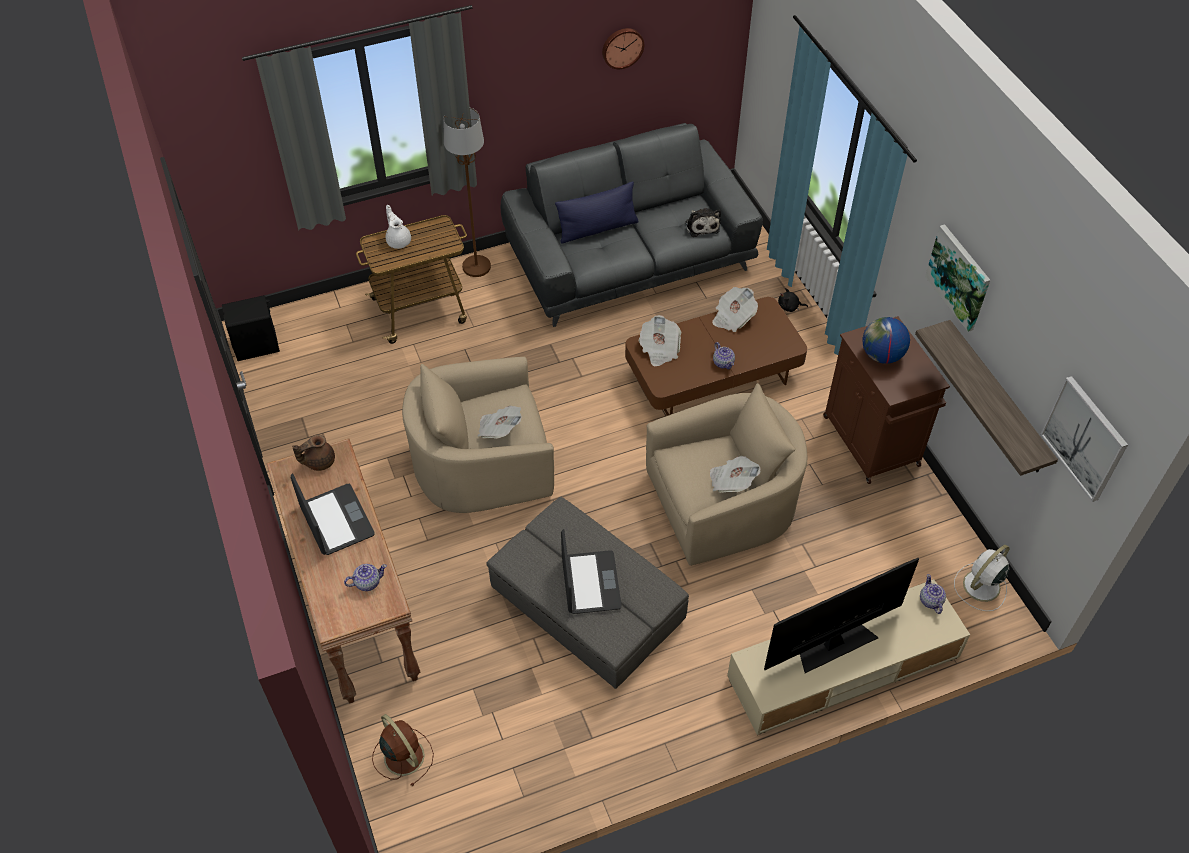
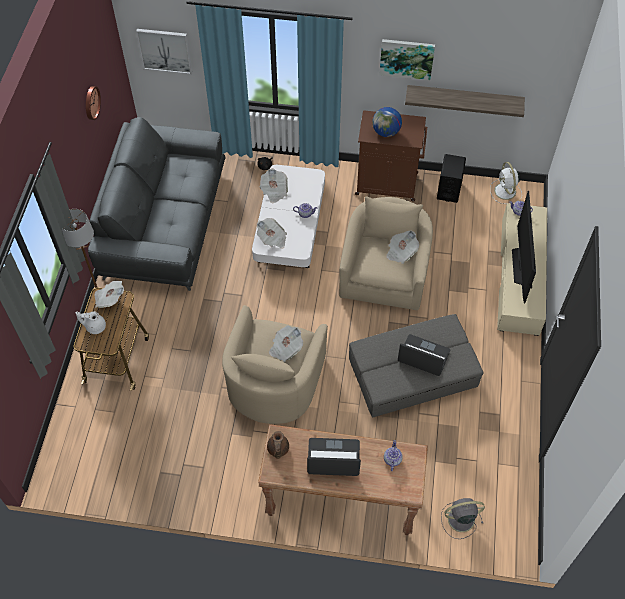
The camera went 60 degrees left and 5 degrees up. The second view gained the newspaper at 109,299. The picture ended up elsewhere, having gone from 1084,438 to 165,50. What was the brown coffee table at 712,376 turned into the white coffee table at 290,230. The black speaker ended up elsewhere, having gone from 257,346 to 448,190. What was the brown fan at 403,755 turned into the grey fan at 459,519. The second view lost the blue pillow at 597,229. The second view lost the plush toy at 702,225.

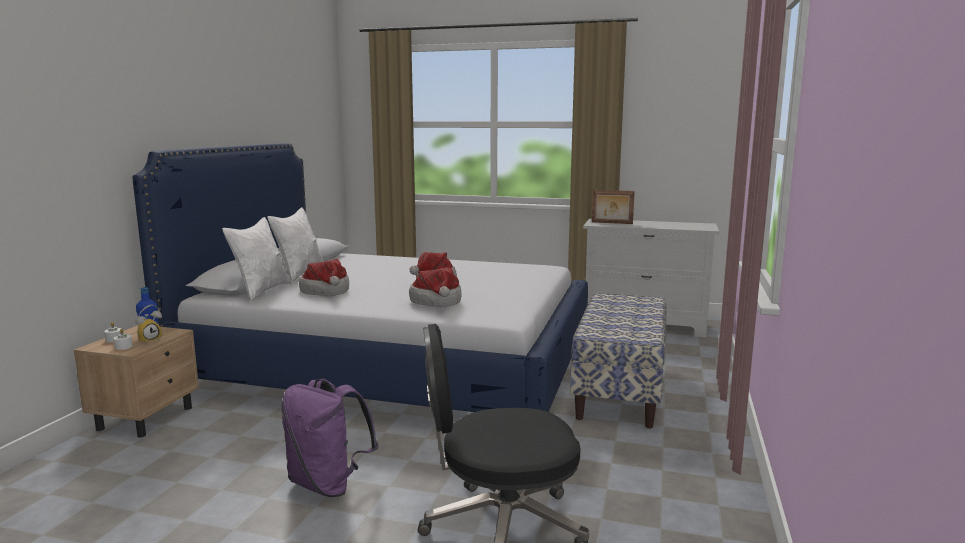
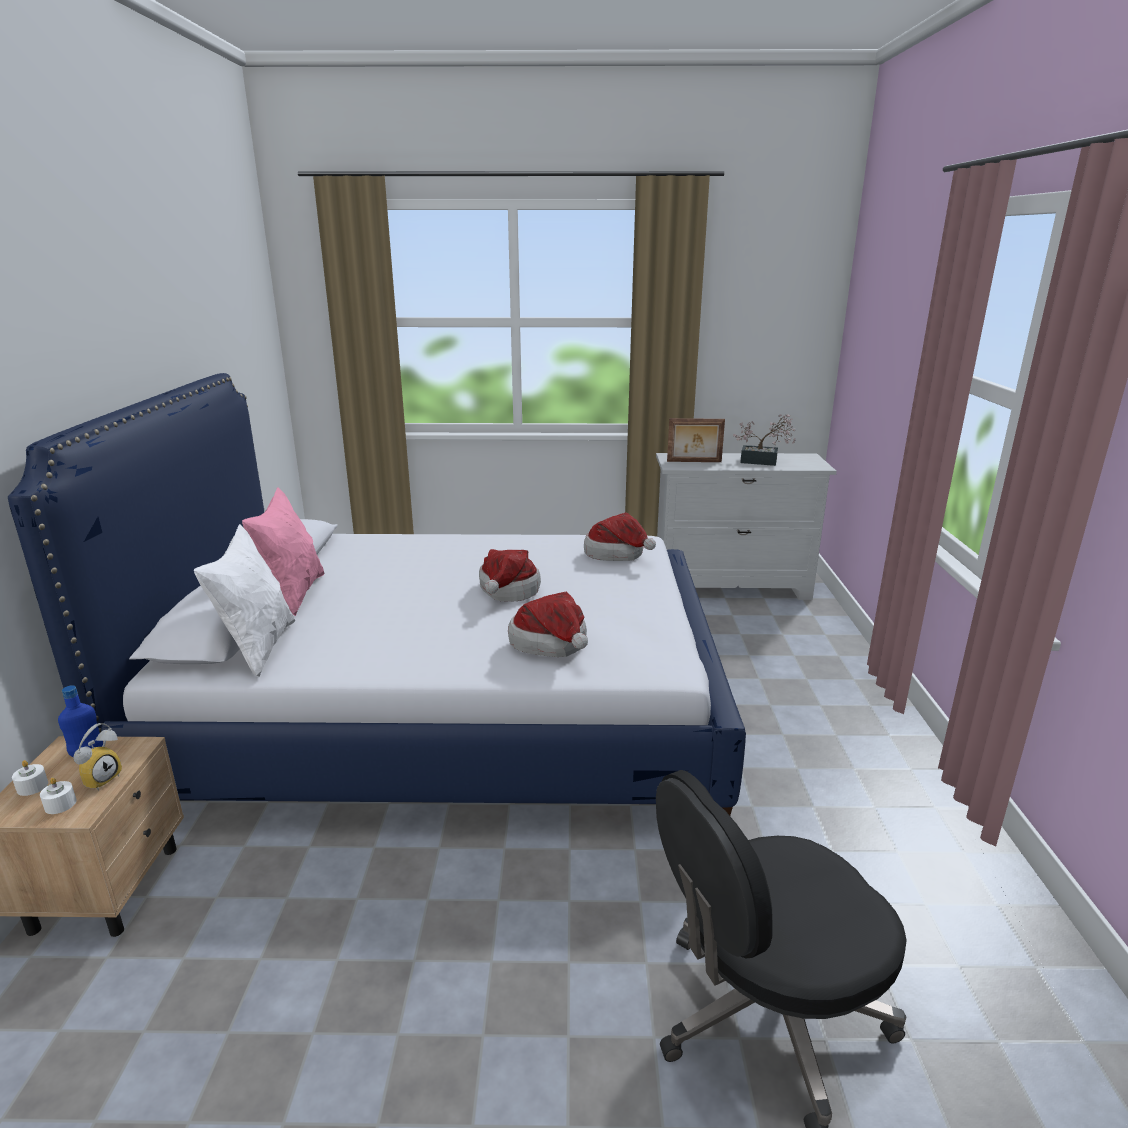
The camera went 15 degrees left and 10 degrees up. What was the white pillow at 299,274 turned into the pink pillow at 293,594. The hat ended up elsewhere, having gone from 326,292 to 618,554. The second view gained the potted plant at 763,462. The second view lost the purple backpack at 328,484. The second view lost the bench at 619,390.

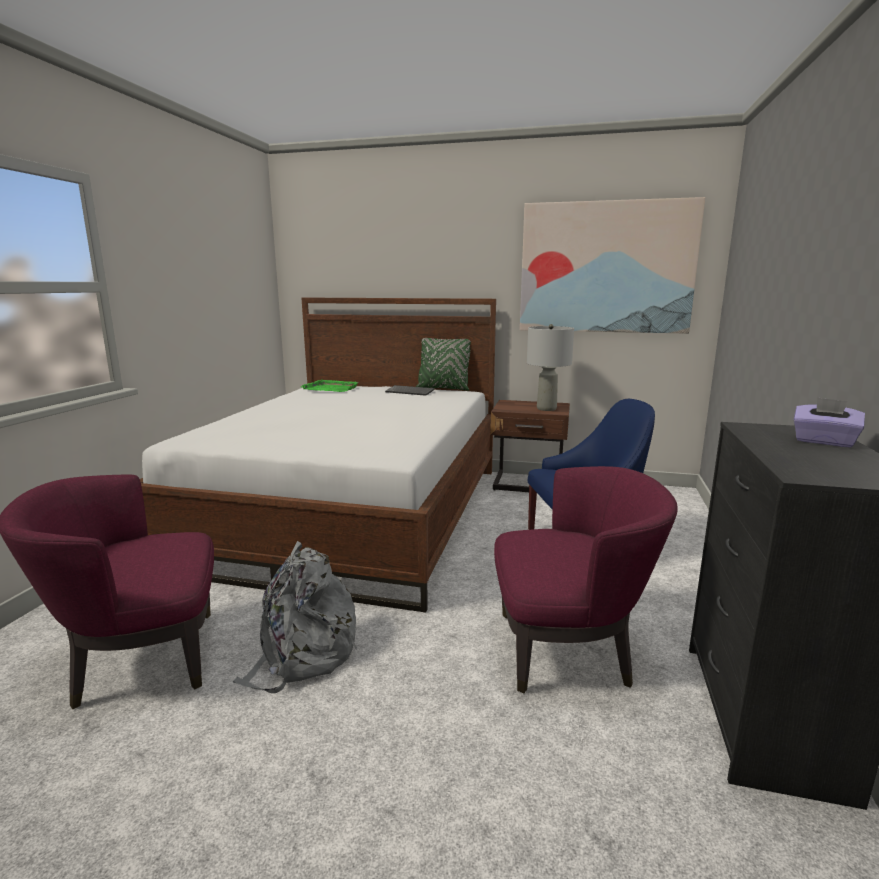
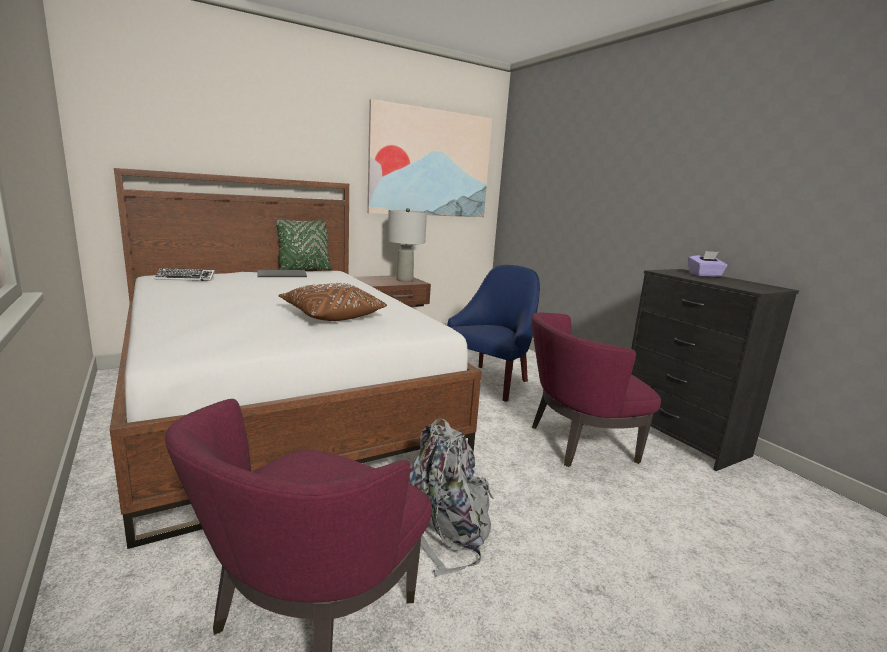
The camera went 45 degrees left and 0 degrees up. Where the green tray stood at 330,388, the keyboard came to stand at 185,278. The second view gained the brown pillow at 331,315. The purple armchair at 568,650 ended up facing another way, 150 degrees counterclockwise from before.

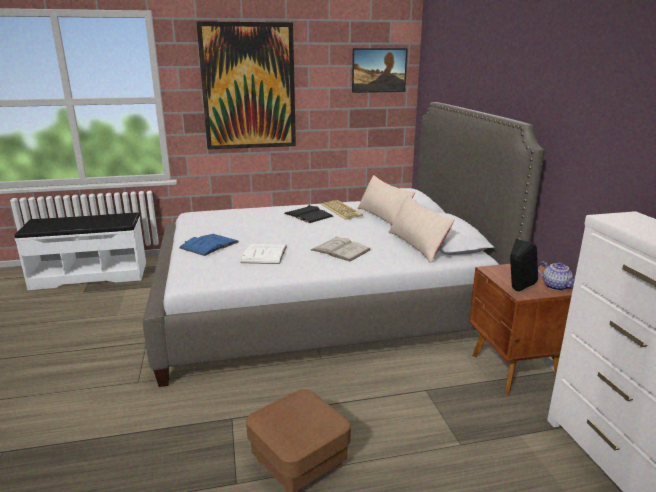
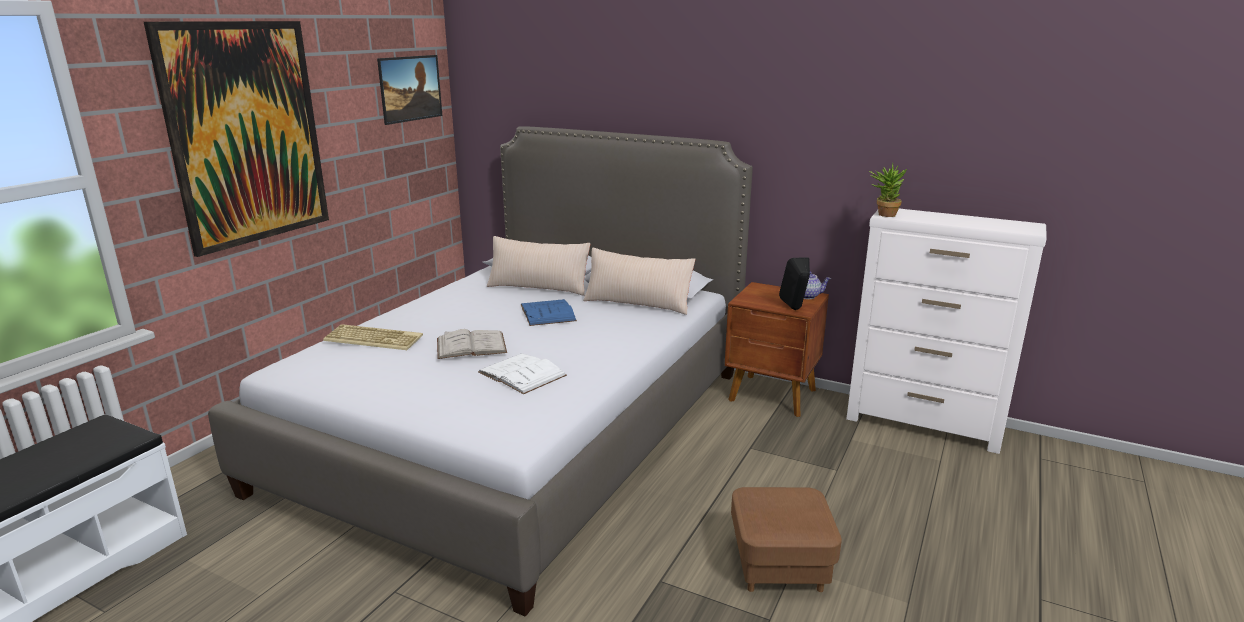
The camera went 50 degrees left and 0 degrees up. The keyboard ended up elsewhere, having gone from 342,210 to 375,338. The white book ended up elsewhere, having gone from 340,250 to 471,345. The blue book ended up elsewhere, having gone from 209,245 to 547,313. The second view gained the potted plant at 883,214. The second view lost the black book at 308,215.

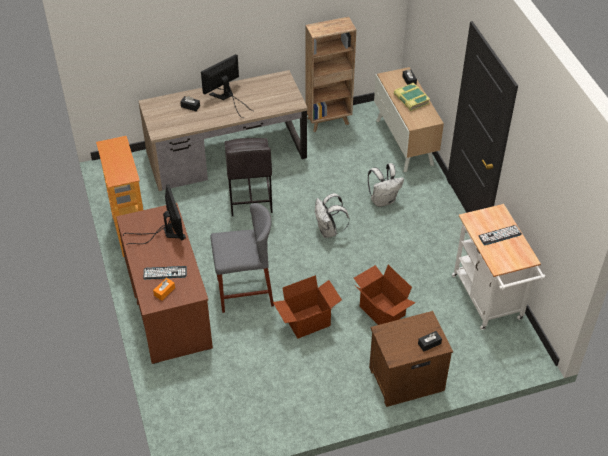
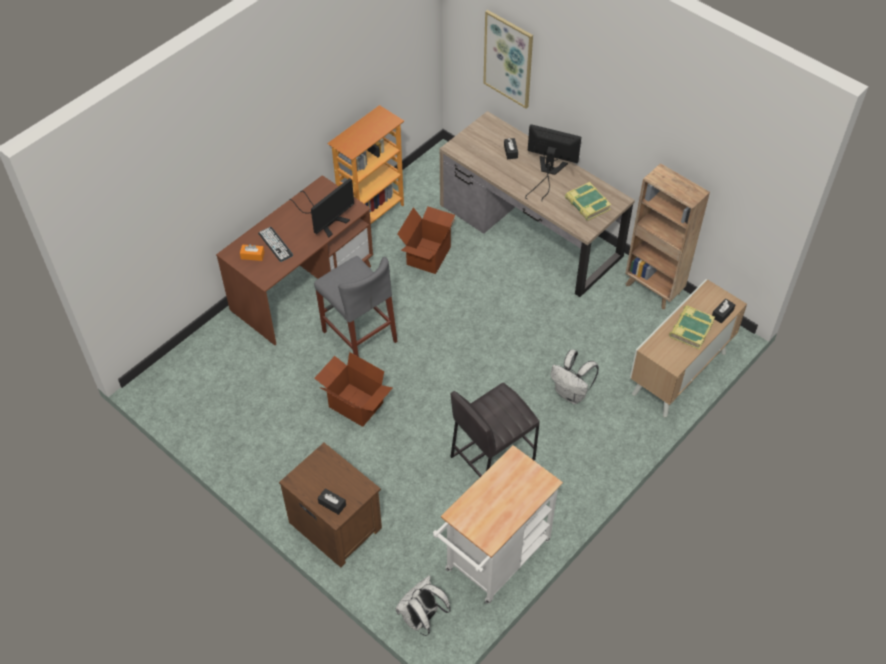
The camera went 60 degrees right and 5 degrees up. The white backpack ended up elsewhere, having gone from 328,231 to 422,618. The cardboard box ended up elsewhere, having gone from 381,311 to 427,255. The grey stool ended up elsewhere, having gone from 249,197 to 491,458. The second view gained the picture at 508,59. The second view gained the book at 587,204. The second view lost the keyboard at 500,235.

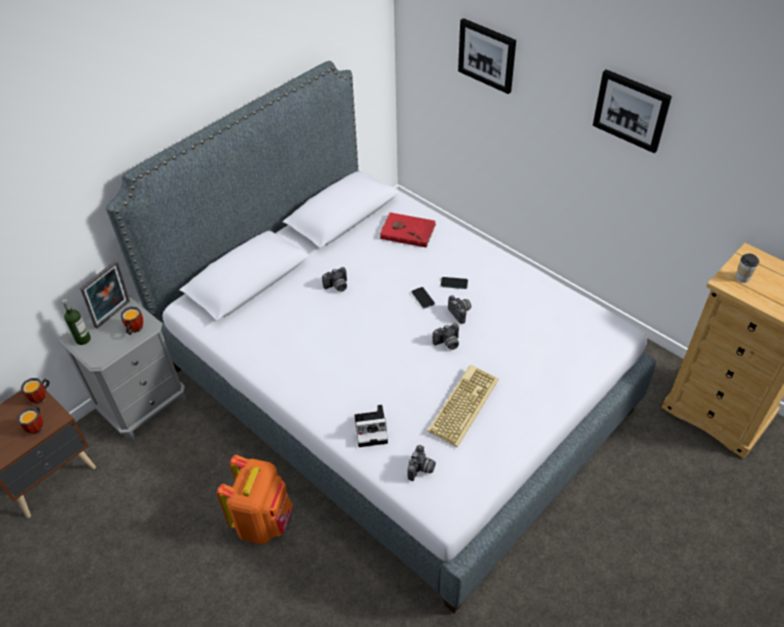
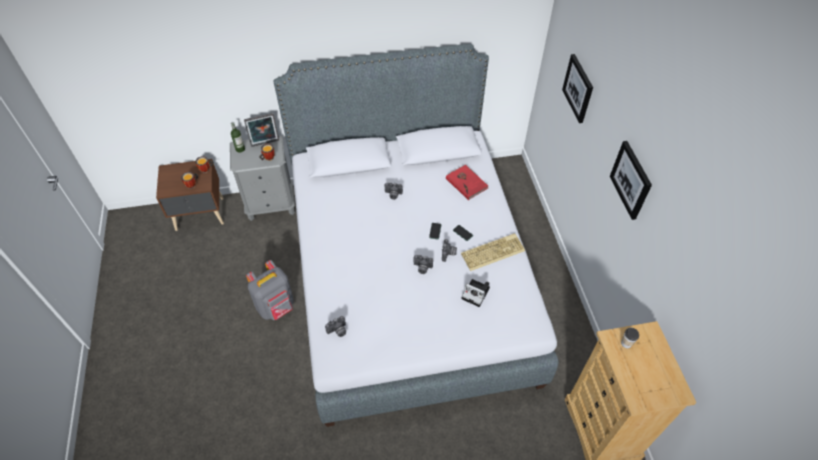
The camera went 35 degrees right and 5 degrees up. What was the orange backpack at 263,521 turned into the grey backpack at 276,307. The keyboard ended up elsewhere, having gone from 462,404 to 492,251. The photo camera ended up elsewhere, having gone from 372,429 to 476,293.

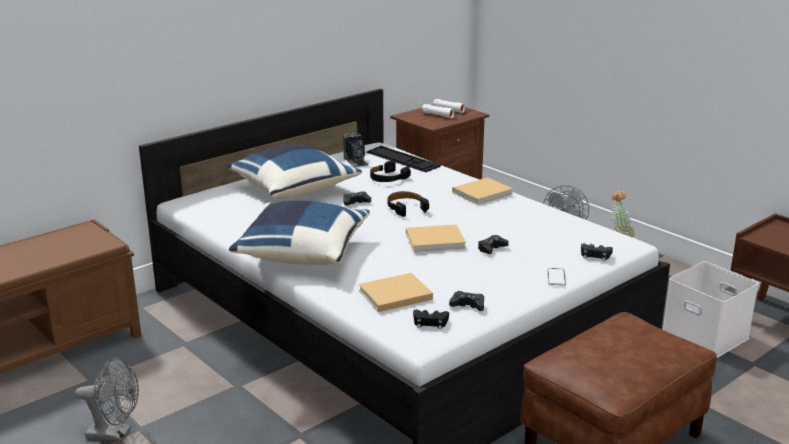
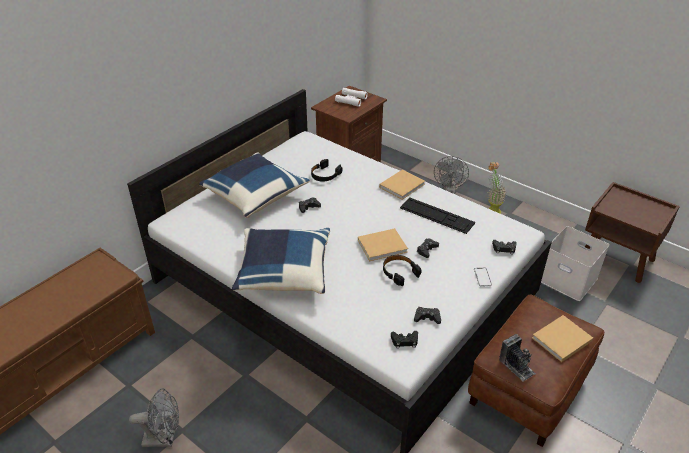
The camera went 10 degrees left and 15 degrees up. The black headphones ended up elsewhere, having gone from 406,208 to 399,272. The keyboard ended up elsewhere, having gone from 402,159 to 436,215. The photo camera ended up elsewhere, having gone from 356,161 to 516,366. The beige book ended up elsewhere, having gone from 393,295 to 560,340.

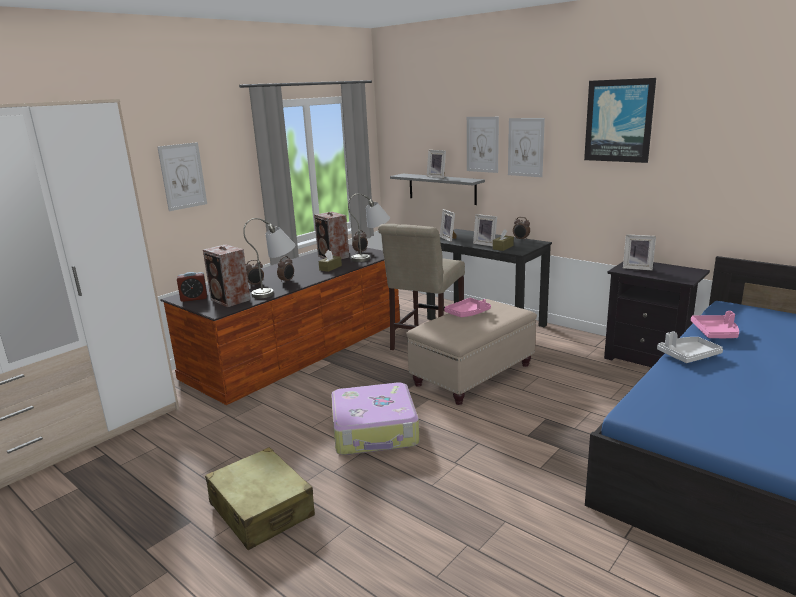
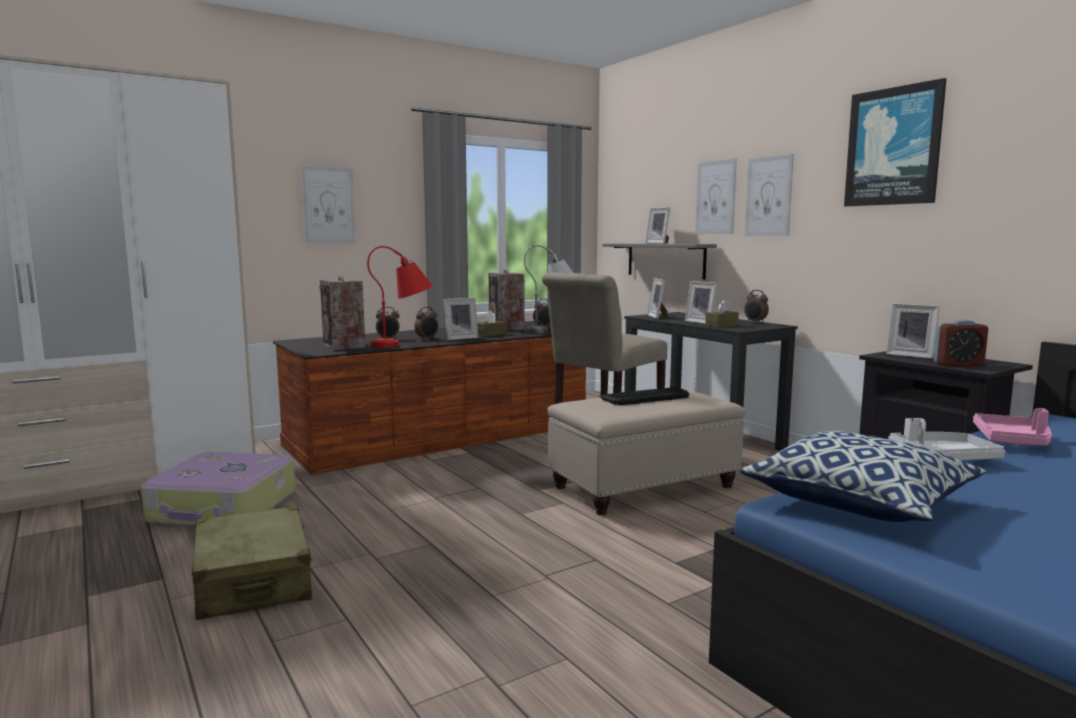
The camera went 15 degrees right and 10 degrees down. The suitcase ended up elsewhere, having gone from 375,431 to 224,508. What was the grey table lamp at 277,291 turned into the red table lamp at 404,345. The second view gained the picture frame at 460,338. Where the pink tray stood at 467,313, the keyboard came to stand at 643,397. The second view gained the pillow at 859,502. The alarm clock ended up elsewhere, having gone from 194,298 to 958,364.

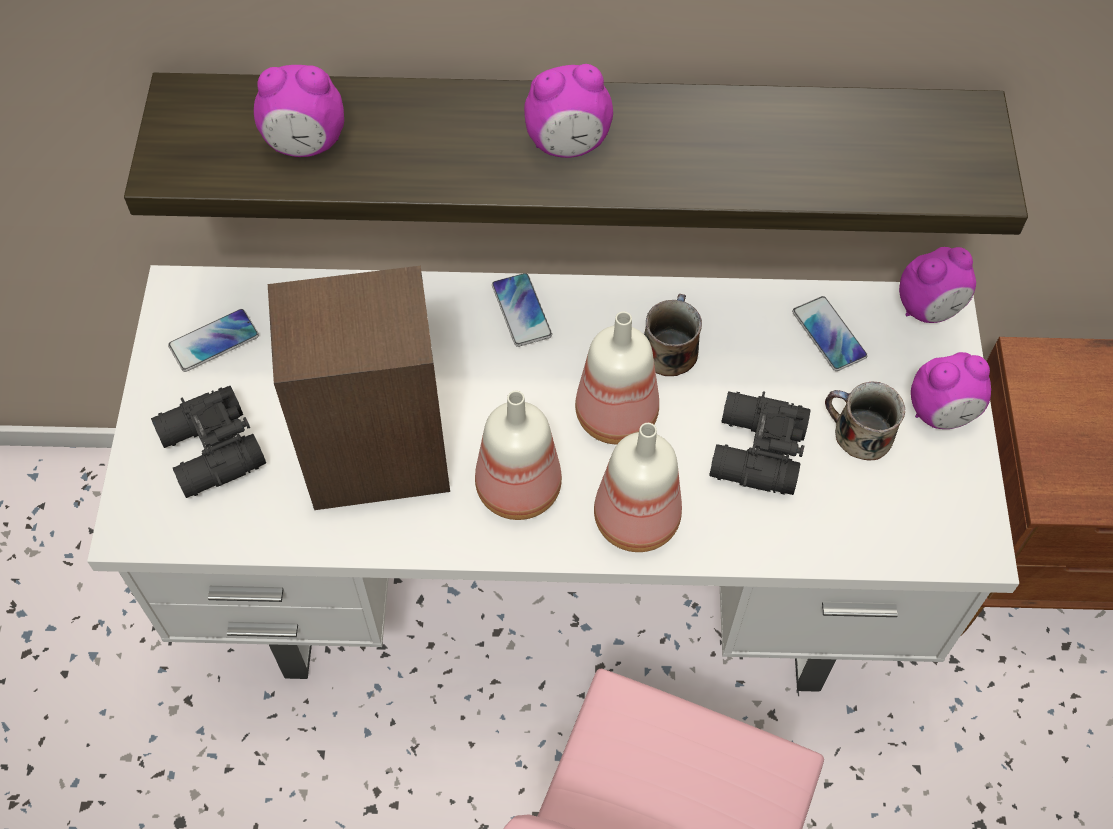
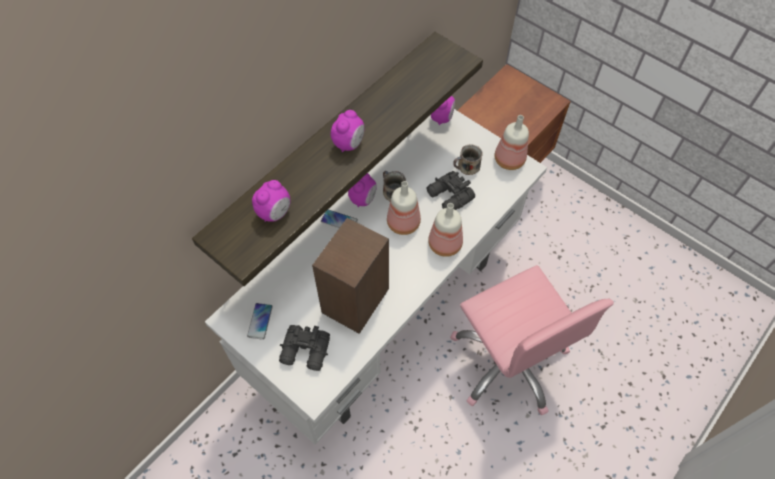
The camera went 50 degrees left and 0 degrees up. The alarm clock ended up elsewhere, having gone from 941,413 to 363,199. The bottle ended up elsewhere, having gone from 515,487 to 508,160. The second view lost the phone at 828,334.

